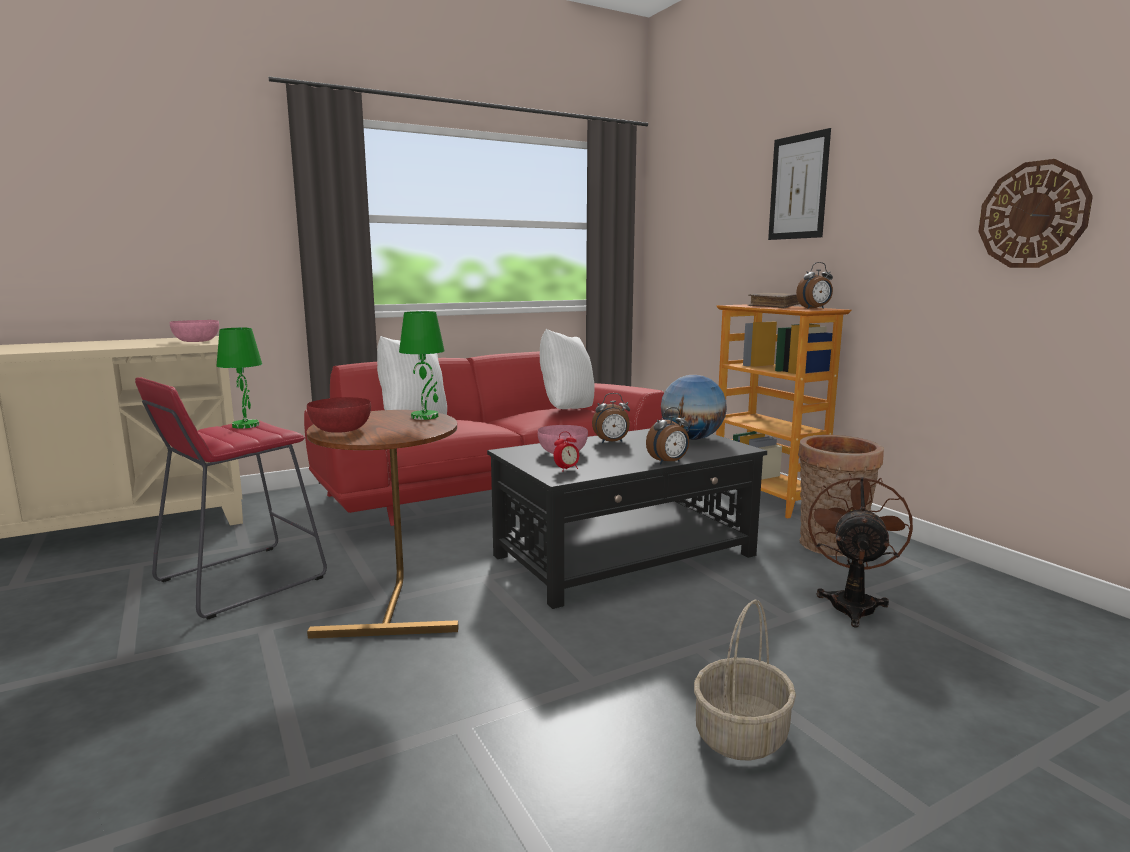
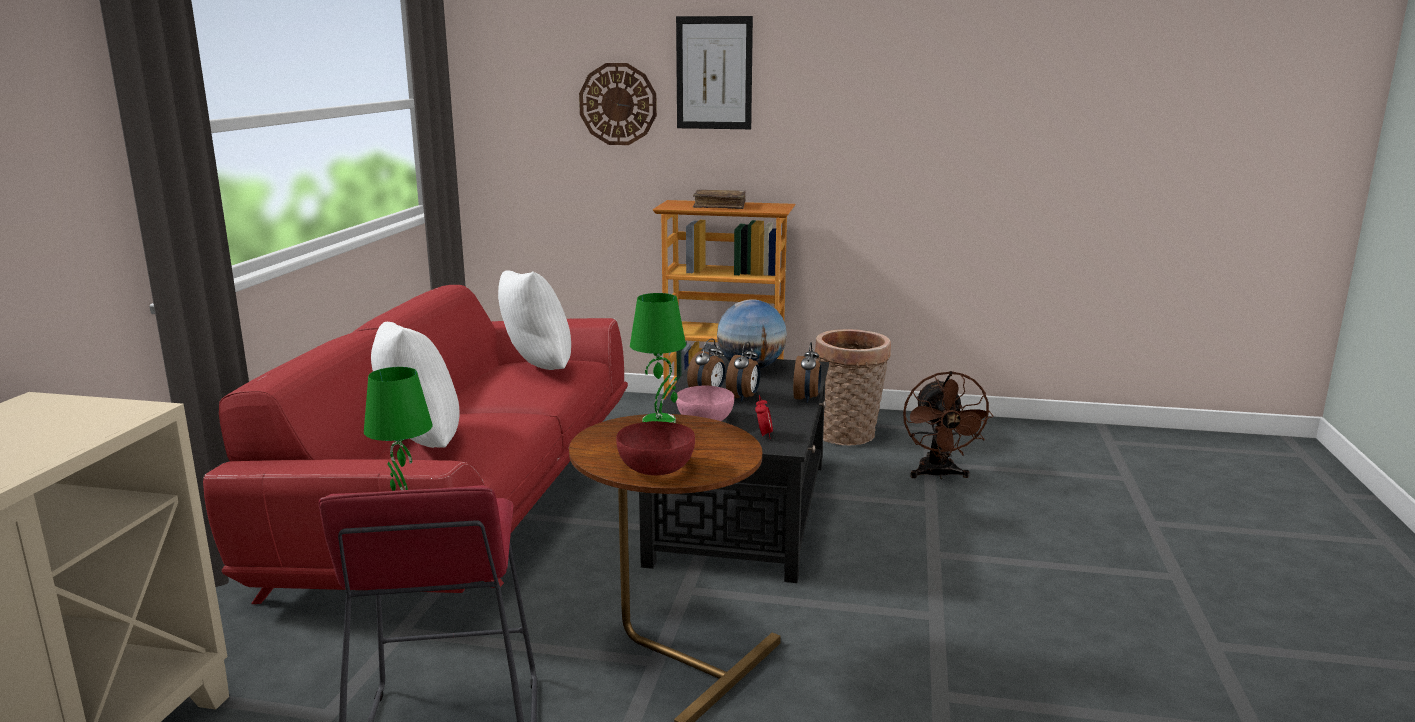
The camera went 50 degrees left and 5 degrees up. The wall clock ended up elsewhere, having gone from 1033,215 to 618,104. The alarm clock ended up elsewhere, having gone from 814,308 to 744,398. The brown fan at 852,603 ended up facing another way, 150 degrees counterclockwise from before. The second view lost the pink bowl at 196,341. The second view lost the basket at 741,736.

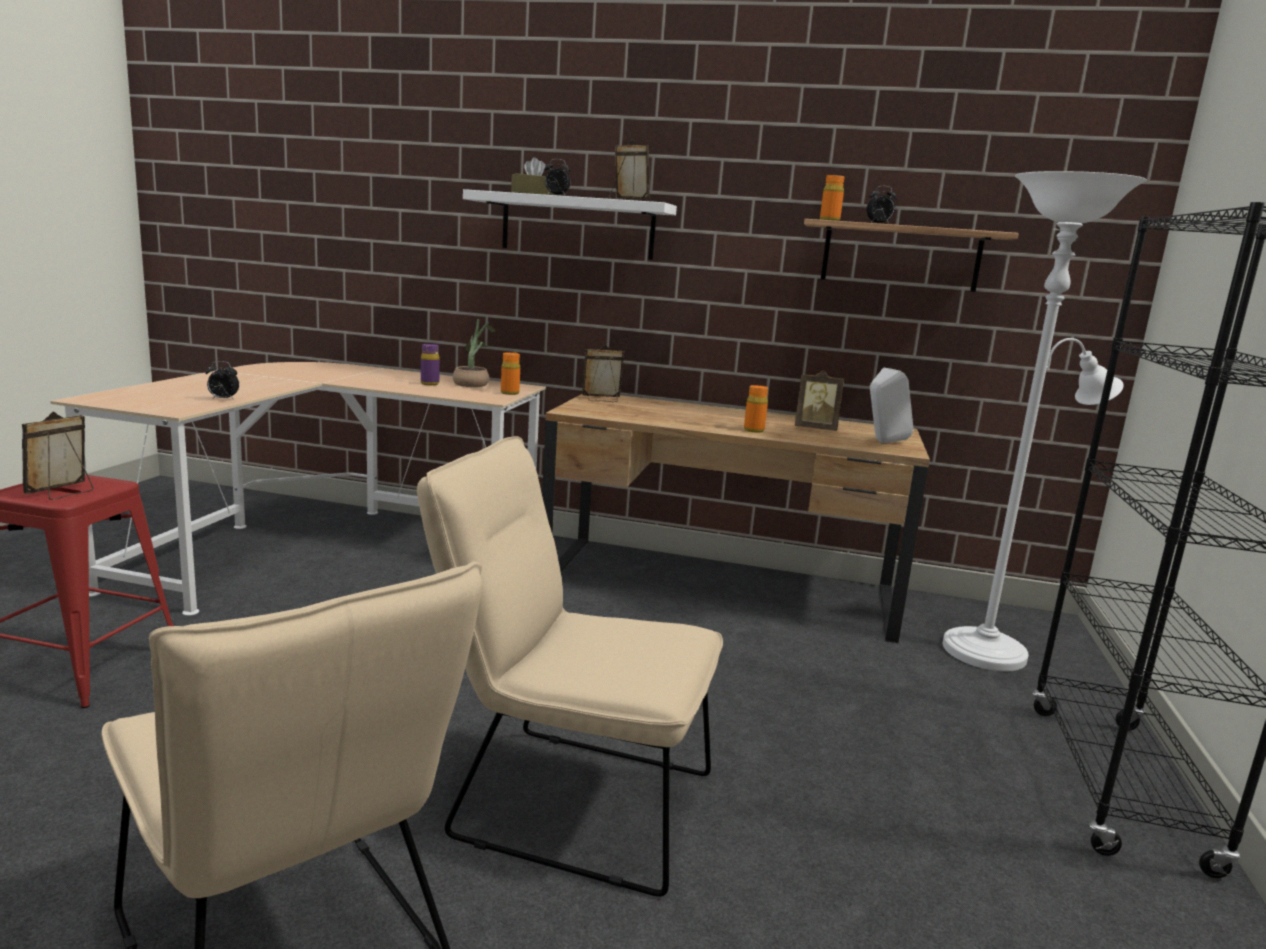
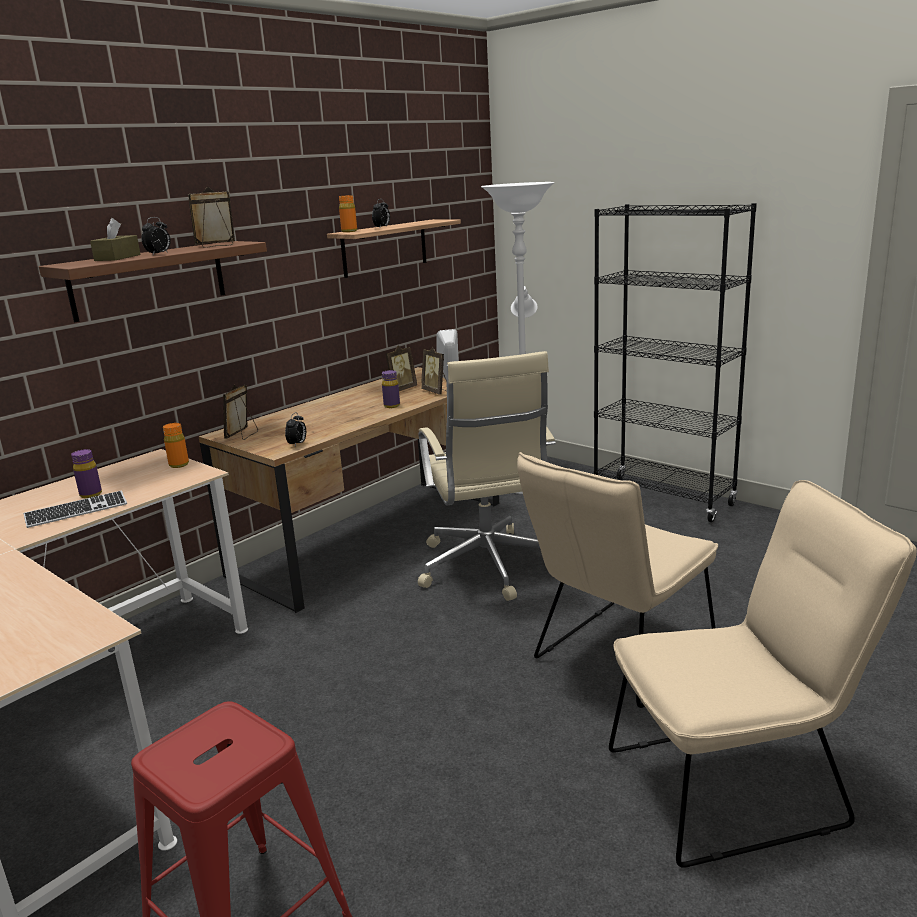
The camera went 60 degrees left and 5 degrees up. The second view gained the keyboard at 76,511. What was the white shelf at 577,226 turned into the brown shelf at 149,280. The alarm clock ended up elsewhere, having gone from 223,399 to 297,444. What was the orange bottle at 754,430 turned into the purple bottle at 392,406. The second view gained the beige office chair at 488,567. The picture frame ended up elsewhere, having gone from 63,492 to 437,392. The second view lost the potted plant at 473,384.

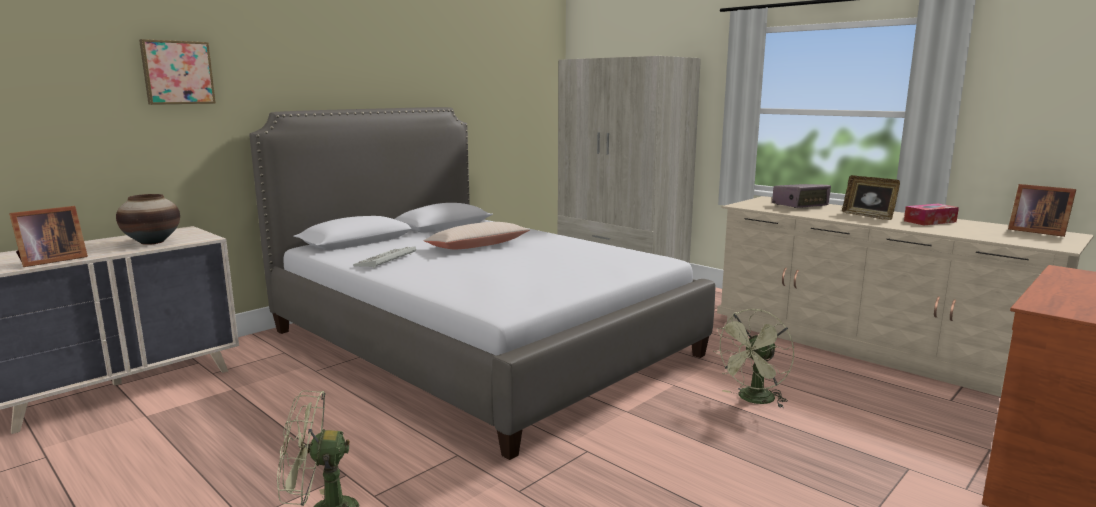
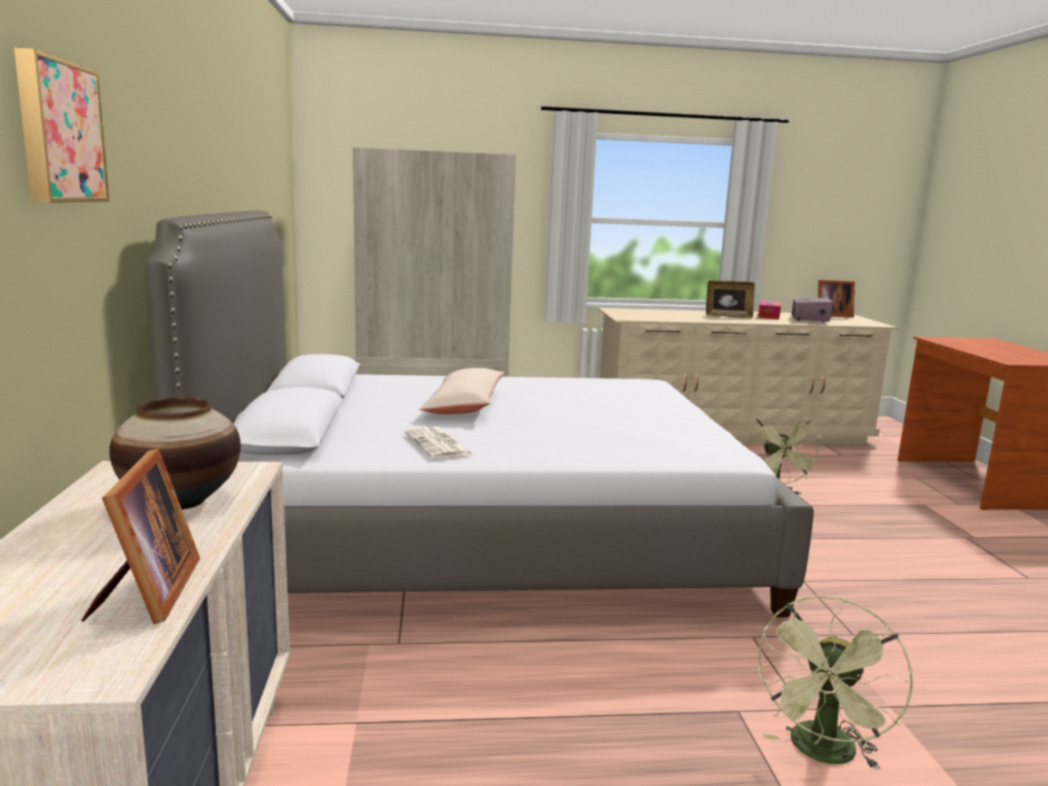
The camera went 50 degrees left and 0 degrees up. Where the keyboard stood at 385,260, the newspaper came to stand at 439,445. The radio ended up elsewhere, having gone from 800,205 to 810,319.

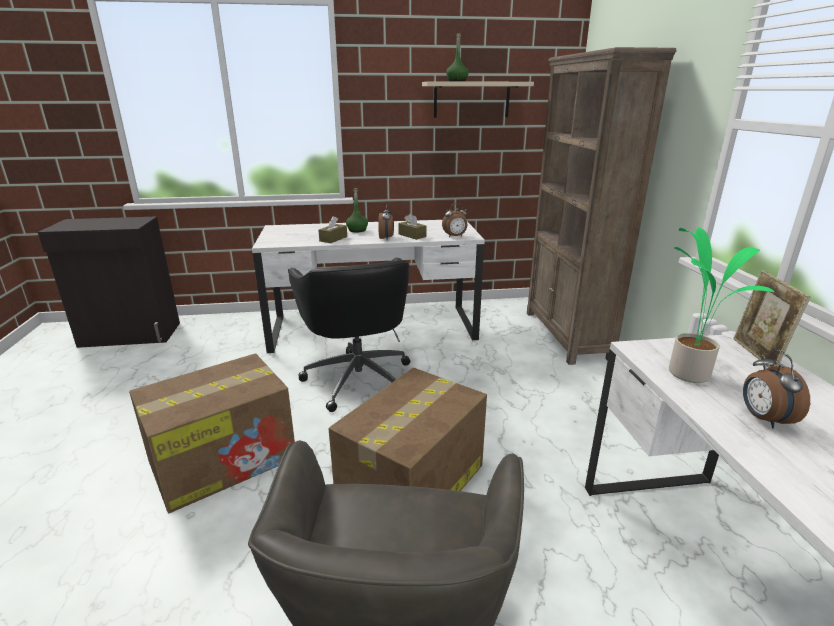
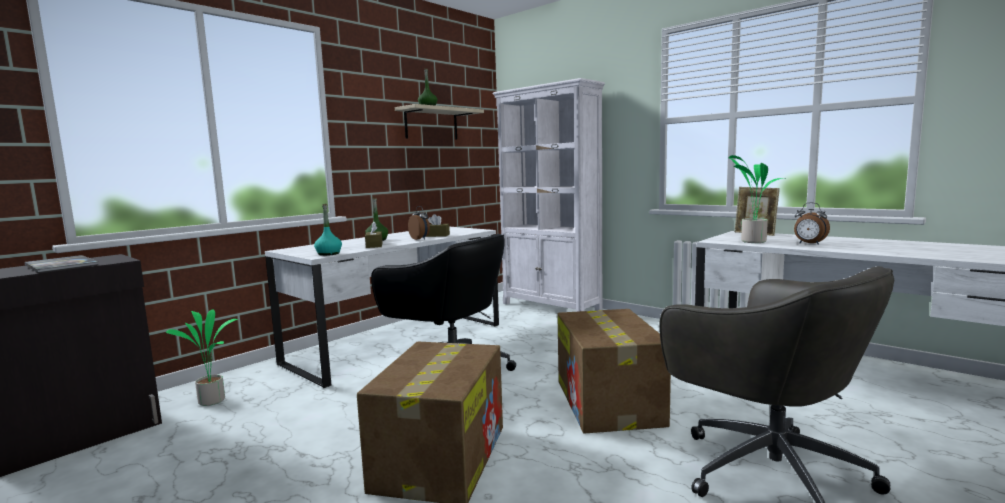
The camera went 40 degrees left and 15 degrees down. The second view gained the book at 61,265. The second view gained the potted plant at 213,400. The second view gained the turquoise bottle at 328,254. What was the brown bookcase at 566,335 turned into the white bookcase at 551,307. The second view lost the alarm clock at 455,236.

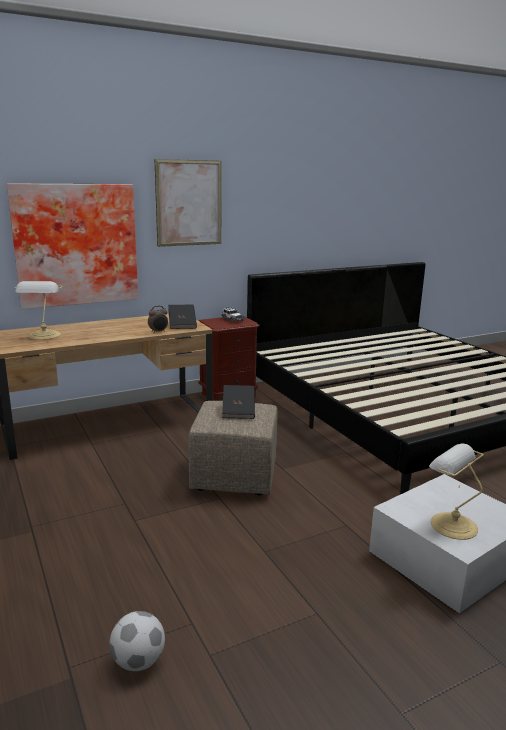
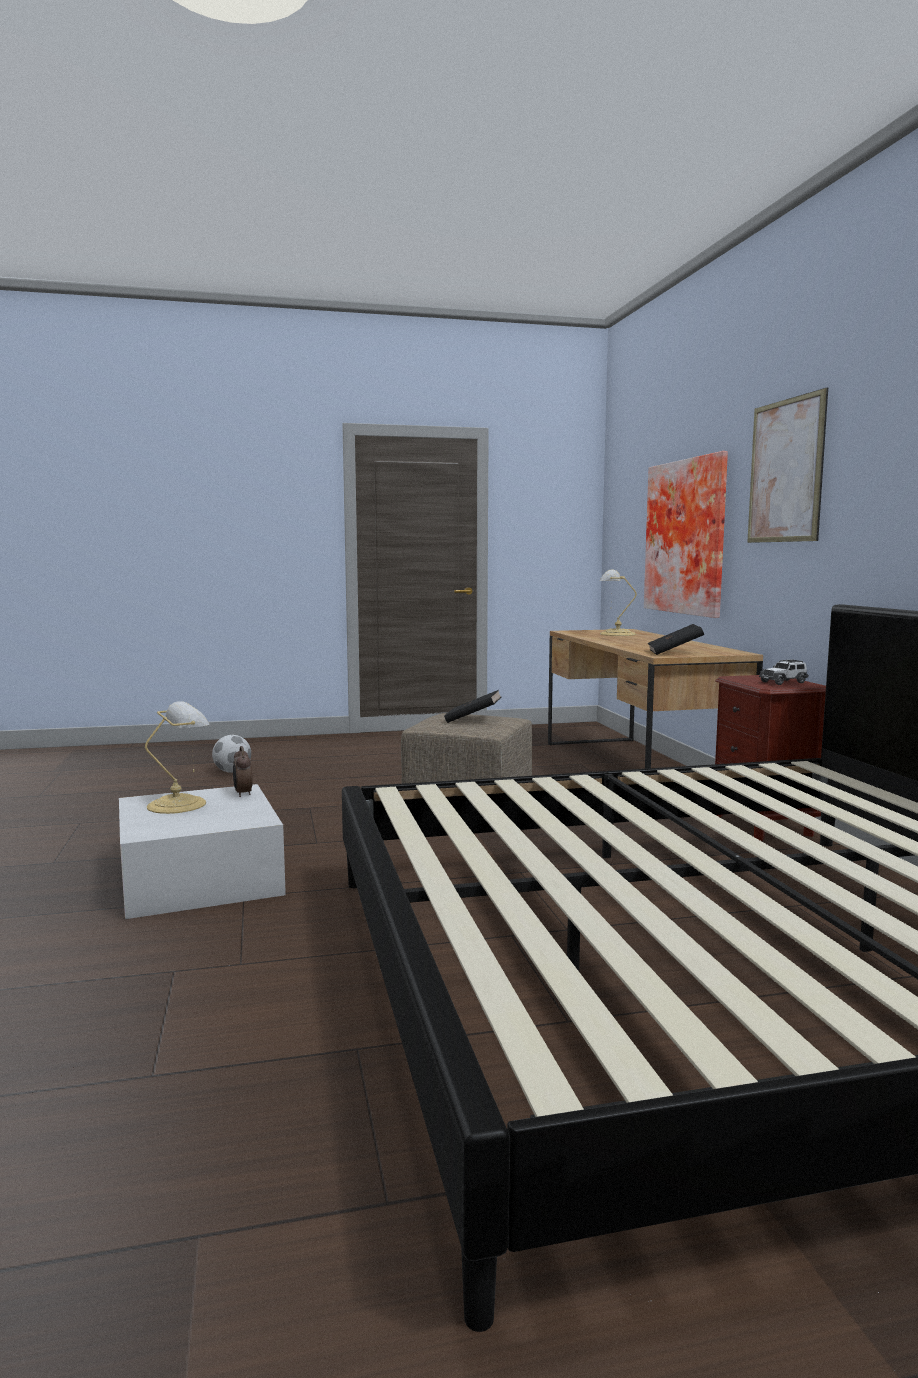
The camera went 105 degrees right and 10 degrees down. The alarm clock ended up elsewhere, having gone from 158,332 to 242,794.

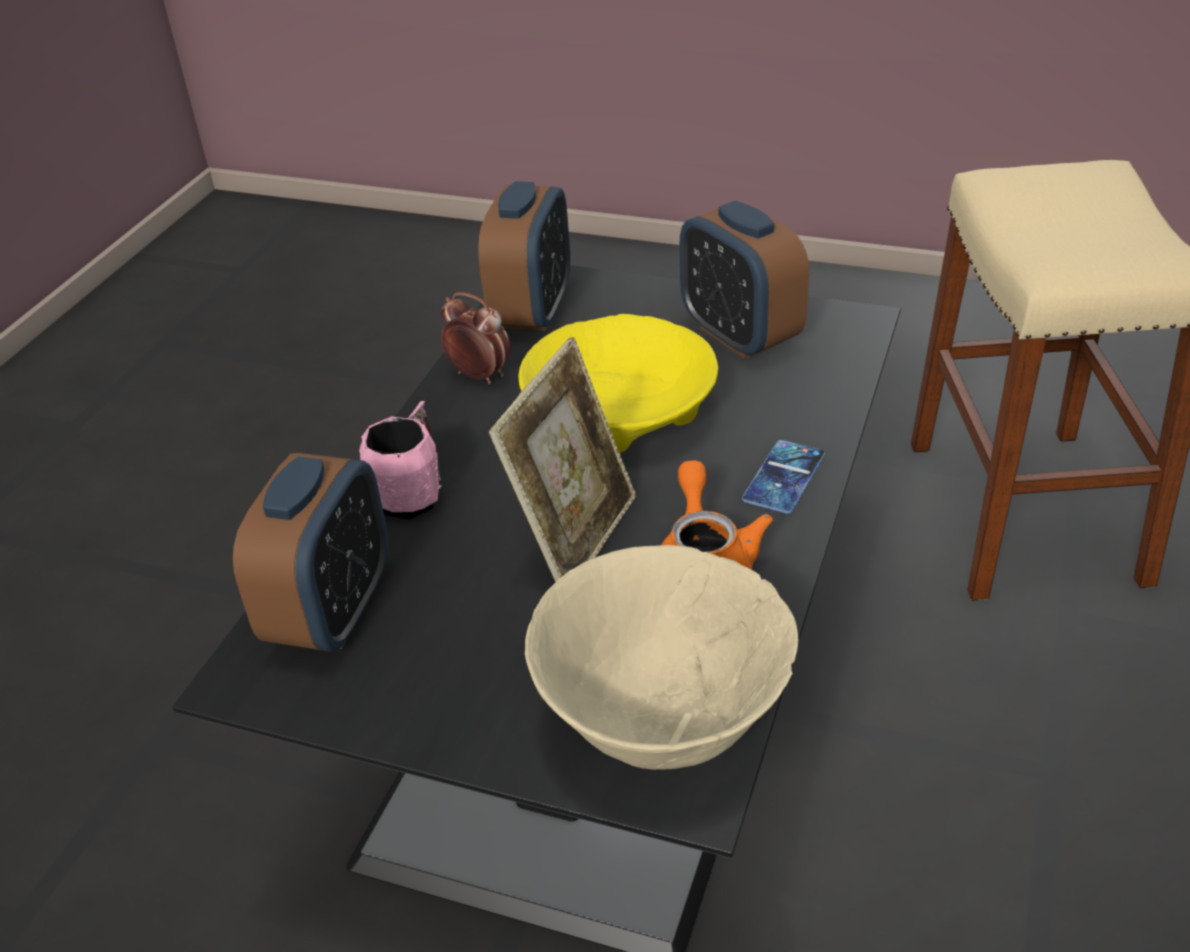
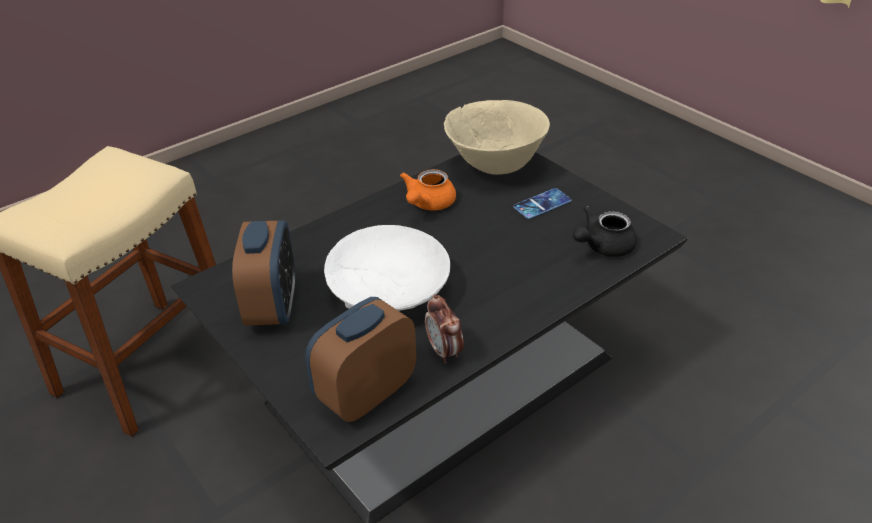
The camera went 150 degrees left and 0 degrees up. What was the yellow bowl at 619,411 turned into the white bowl at 390,289. The phone ended up elsewhere, having gone from 784,477 to 542,204. Where the alarm clock stood at 332,612, the black teapot came to stand at 602,246. The second view lost the pink mug at 413,493. The second view lost the picture frame at 575,538.

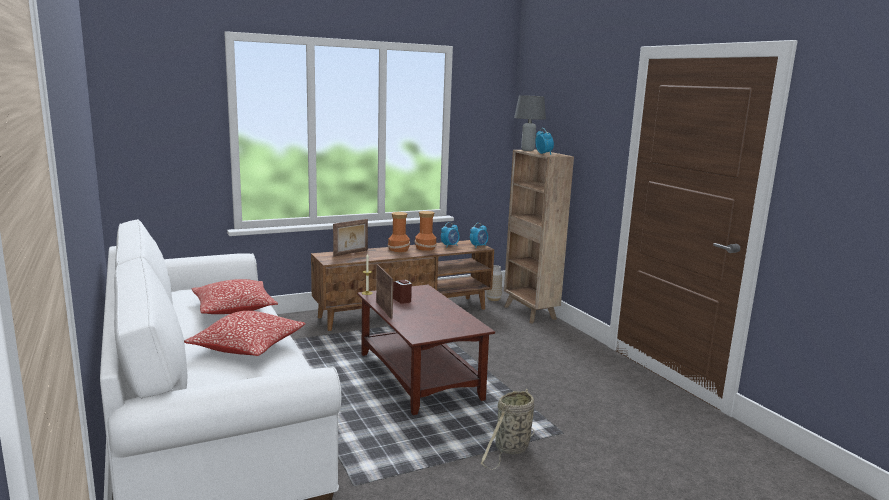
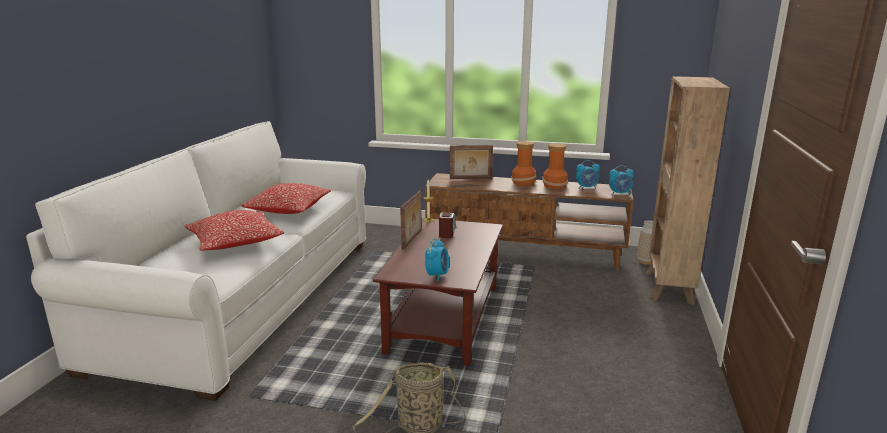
The camera went 40 degrees right and 5 degrees up. The alarm clock ended up elsewhere, having gone from 543,154 to 437,275. The second view lost the grey table lamp at 527,150.

